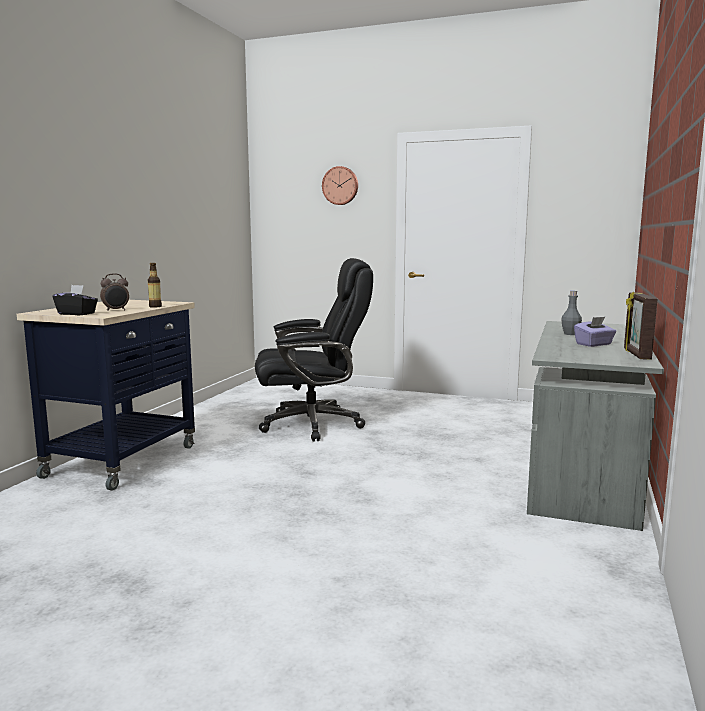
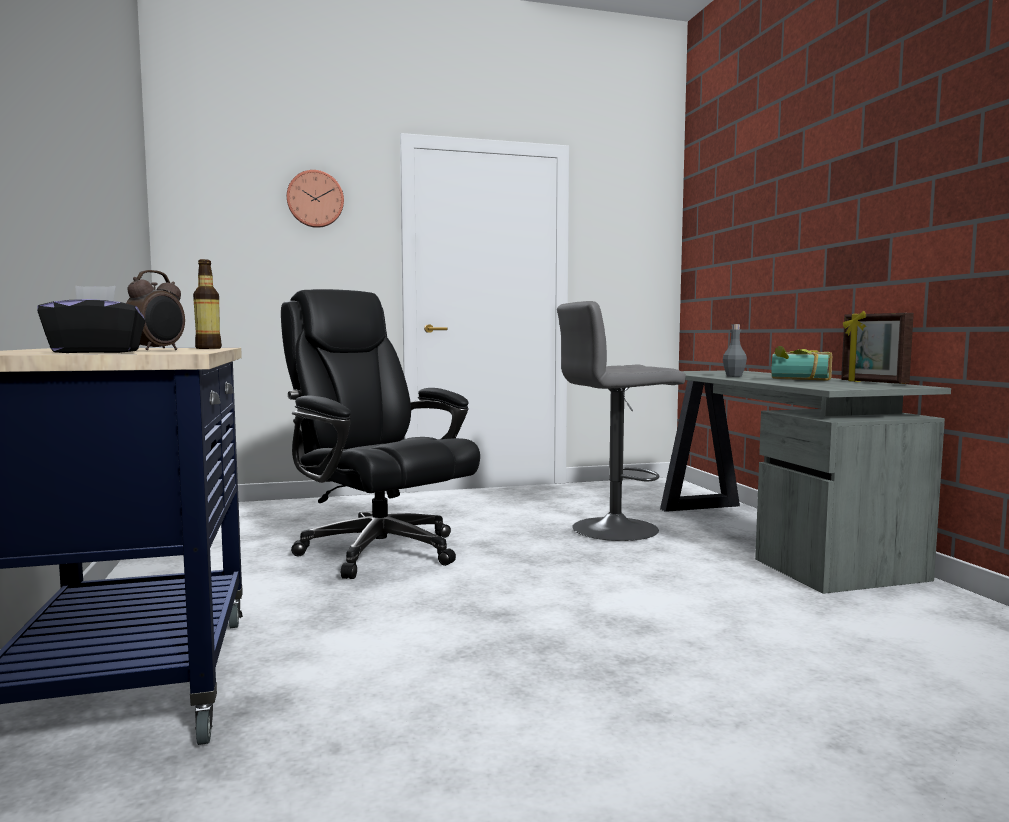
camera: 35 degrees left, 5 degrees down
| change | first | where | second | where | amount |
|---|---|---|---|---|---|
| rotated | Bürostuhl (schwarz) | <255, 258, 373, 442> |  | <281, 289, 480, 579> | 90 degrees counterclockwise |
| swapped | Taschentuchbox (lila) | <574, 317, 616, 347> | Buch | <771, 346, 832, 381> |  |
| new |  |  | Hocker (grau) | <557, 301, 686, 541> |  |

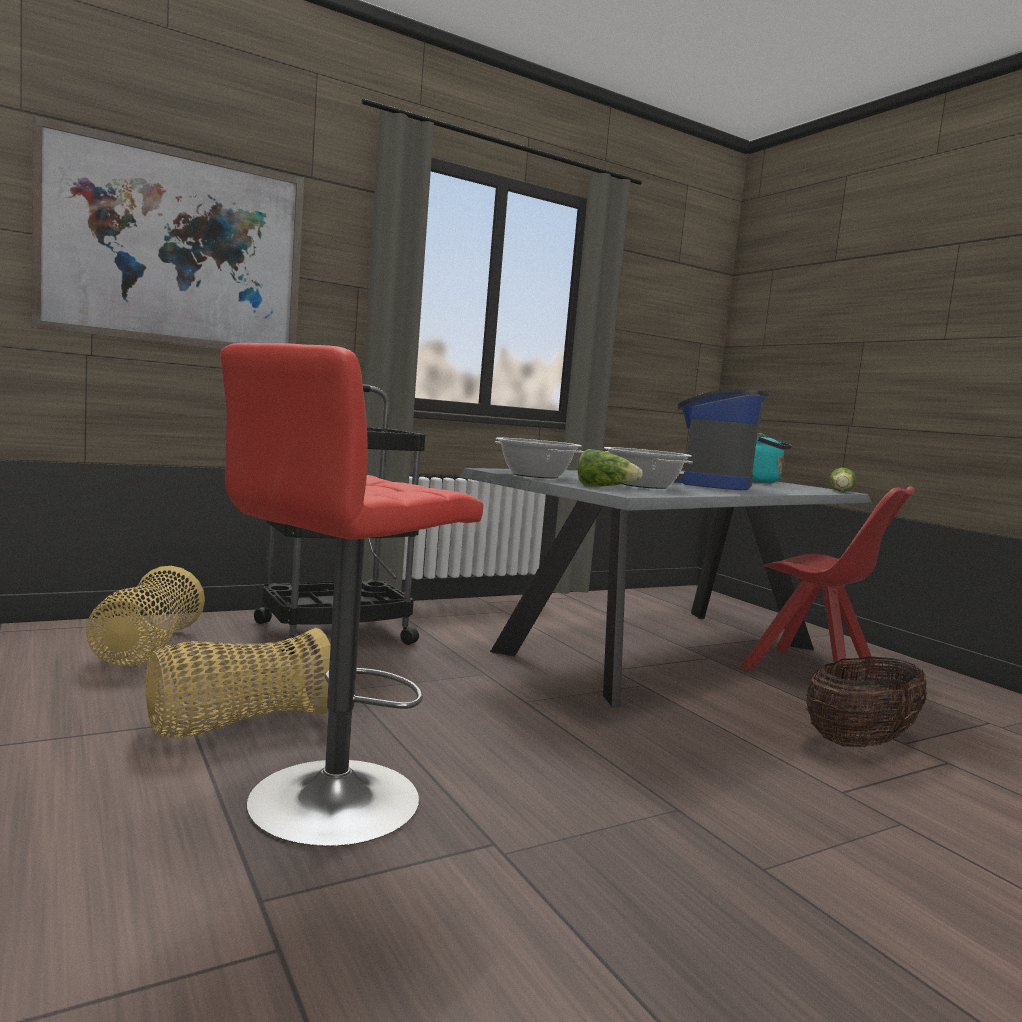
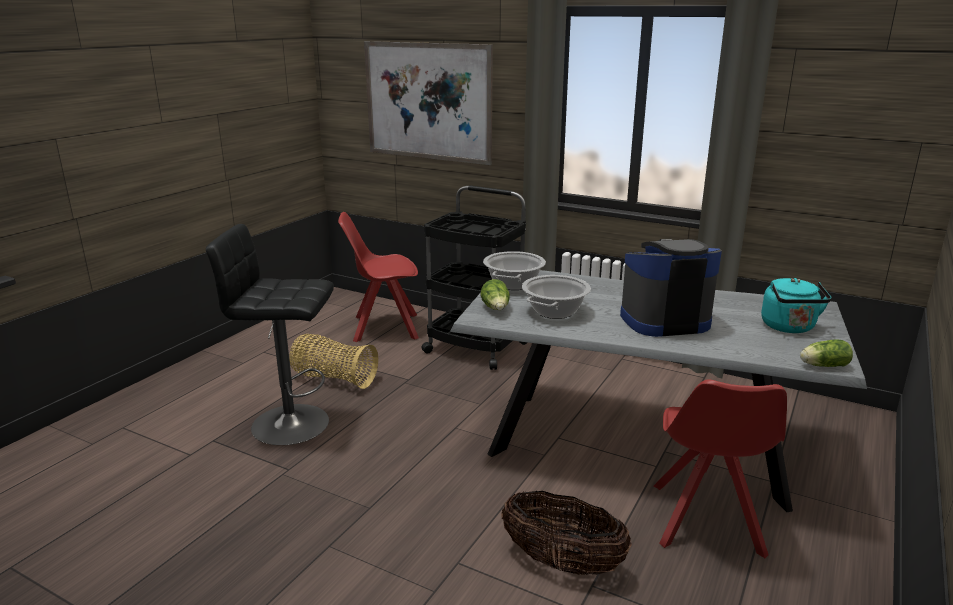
camera: 60 degrees right, 15 degrees up
| change | first | where | second | where | amount |
|---|---|---|---|---|---|
| swapped | Korb | <86, 566, 205, 666> | Stuhl (rot) | <338, 212, 419, 342> |  |
| repainted | Hocker (rot) | <220, 343, 483, 847> | Hocker (schwarz) | <206, 224, 334, 445> |  |

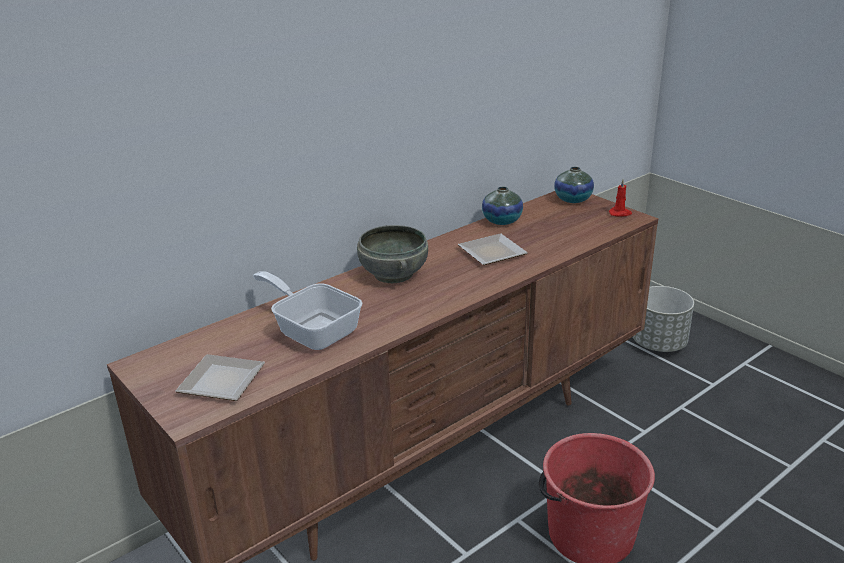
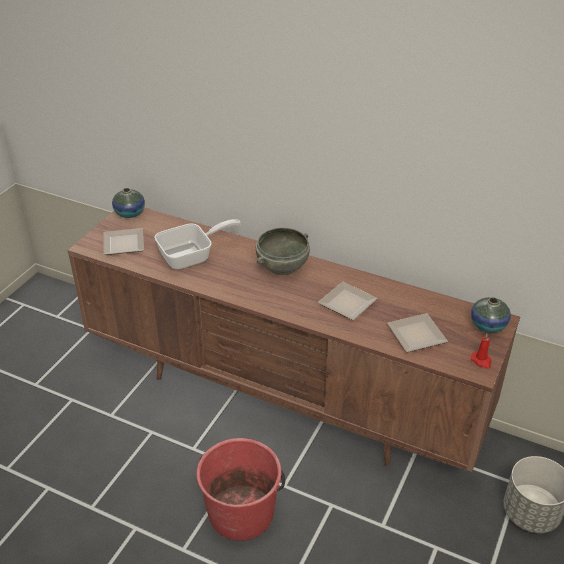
camera: 65 degrees right, 10 degrees up
| change | first | where | second | where | amount |
|---|---|---|---|---|---|
| rotated | Pfanne | <253, 271, 363, 350> |  | <154, 219, 241, 269> | 45 degrees clockwise |
| shifted | Vase | <482, 187, 523, 225> |  | <112, 188, 145, 218> |  |
| new |  |  | Teller | <387, 313, 448, 352> |  |

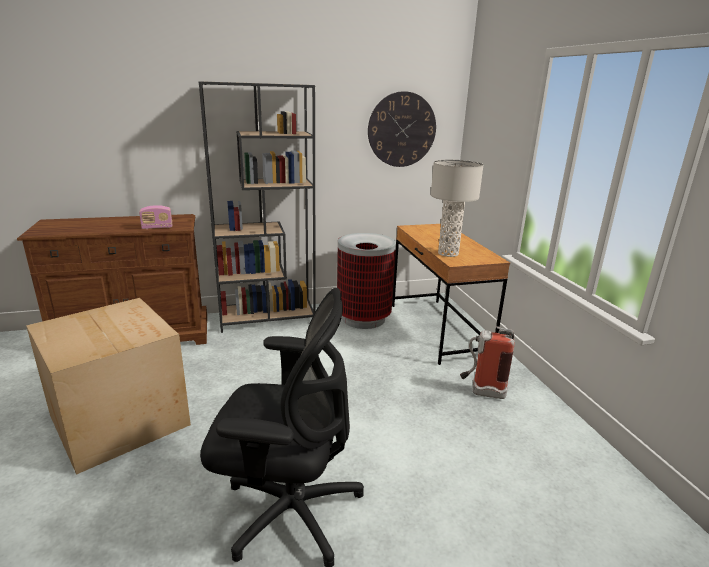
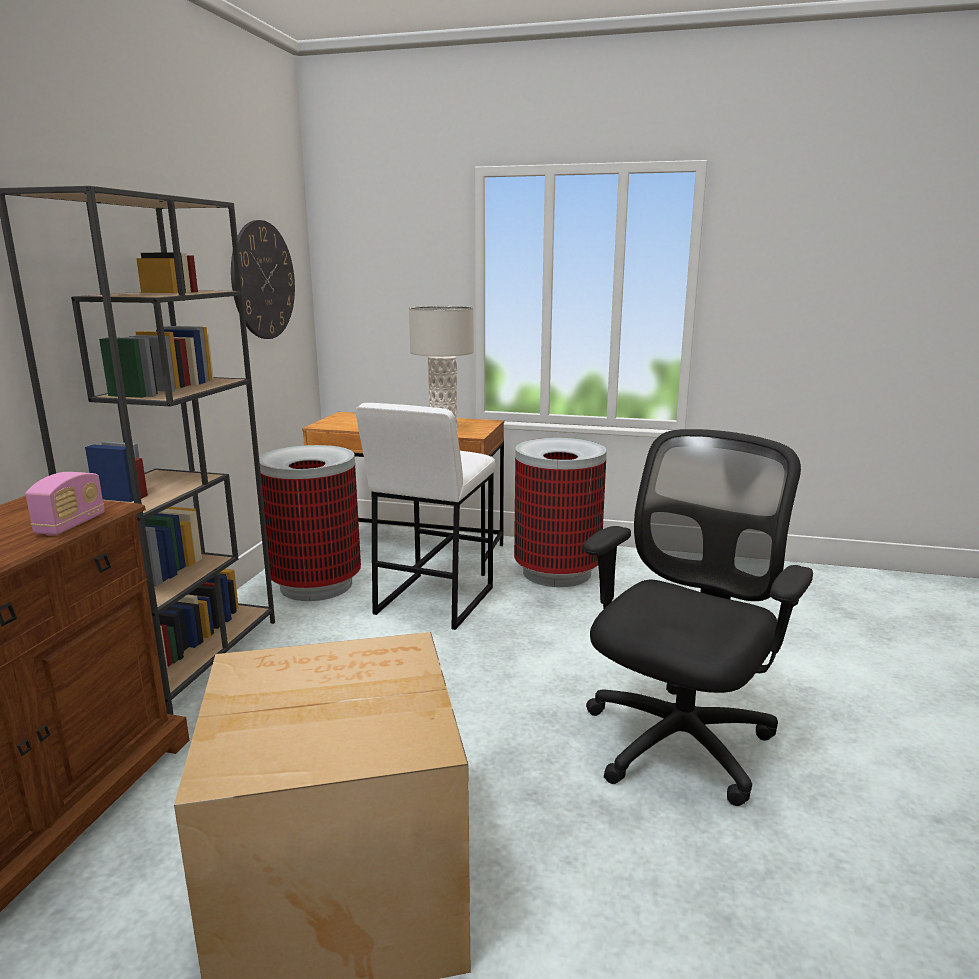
camera: 60 degrees left, 5 degrees down
| change | first | where | second | where | amount |
|---|---|---|---|---|---|
| swapped | Feuerlöscher | <460, 326, 515, 399> | Mülleimer | <514, 438, 607, 587> |  |
| new |  |  | Hocker (weiß) | <356, 403, 495, 630> |  |

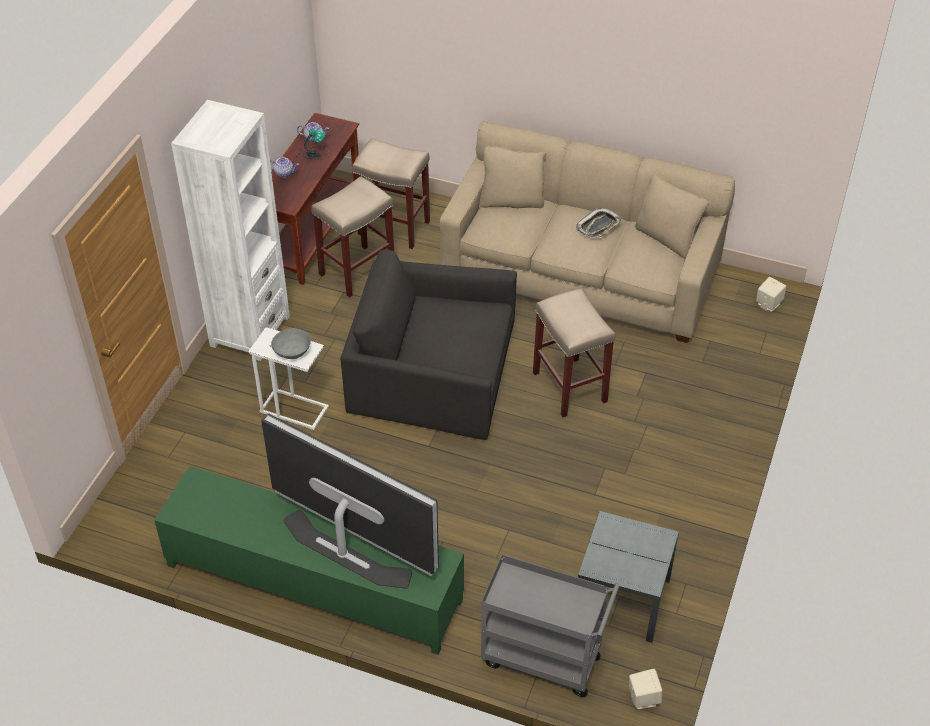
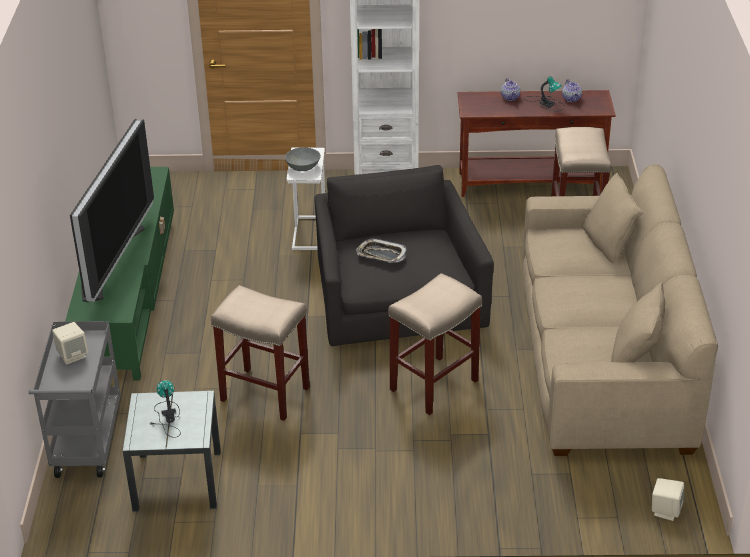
camera: 70 degrees right, 10 degrees down
| change | first | where | second | where | amount |
|---|---|---|---|---|---|
| shifted | Hocker (beige) | <311, 176, 394, 297> |  | <211, 285, 310, 421> |  |
| shifted | Tablett | <576, 208, 621, 238> |  | <356, 239, 406, 263> |  |
| shifted | Lautsprecher (beige) | <629, 669, 662, 709> |  | <52, 322, 88, 365> |  |
| new |  |  | Tischlampe | <151, 380, 181, 438> |  |

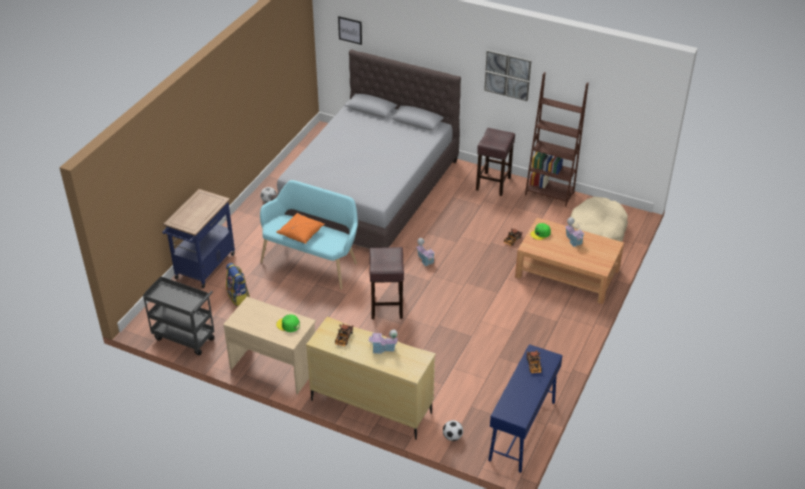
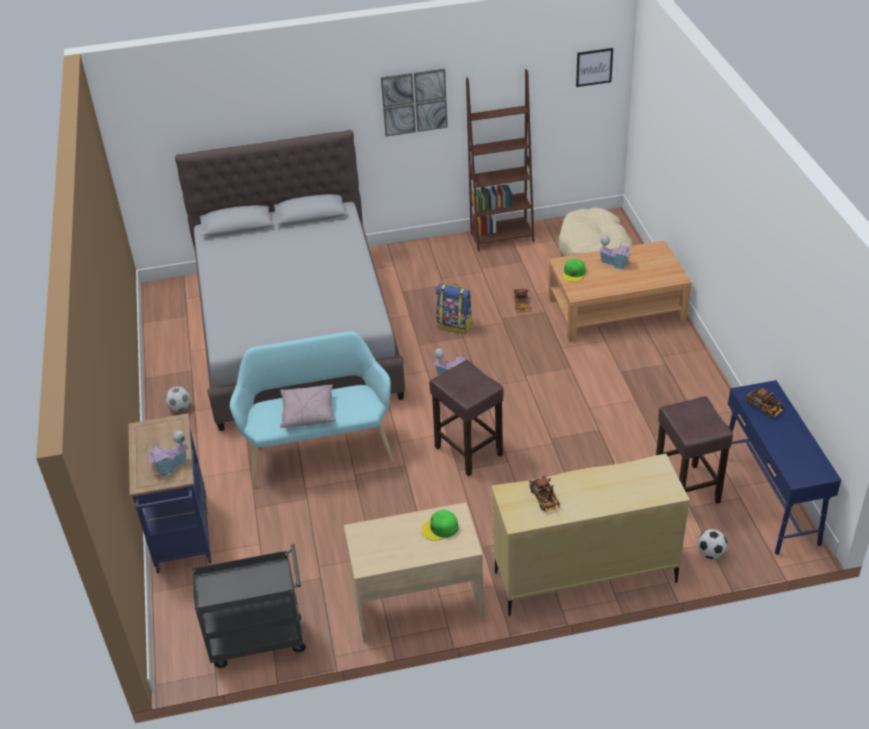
camera: 35 degrees left, 0 degrees up
| change | first | where | second | where | amount |
|---|---|---|---|---|---|
| shifted | Rucksack | <226, 263, 250, 306> |  | <436, 283, 473, 334> |  |
| repainted | Kissen (orange) | <276, 213, 325, 244> | Kissen (lila) | <280, 385, 336, 428> |  |
| shifted | Bild | <338, 16, 362, 45> |  | <576, 48, 613, 87> |  |
| shifted | Spielzeughaus | <368, 329, 398, 354> |  | <146, 431, 188, 477> |  |
| shifted | Hocker (braun) | <476, 128, 515, 196> |  | <656, 396, 733, 504> |  |

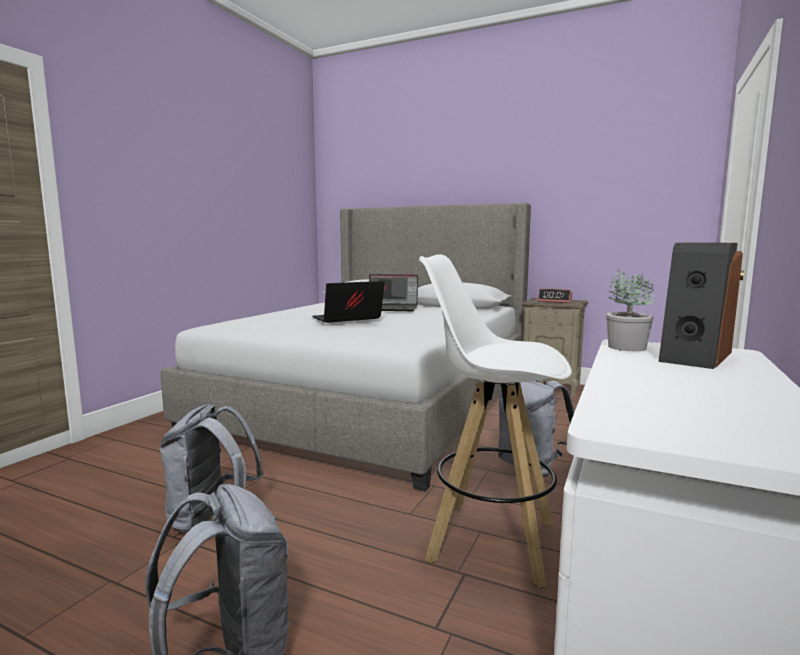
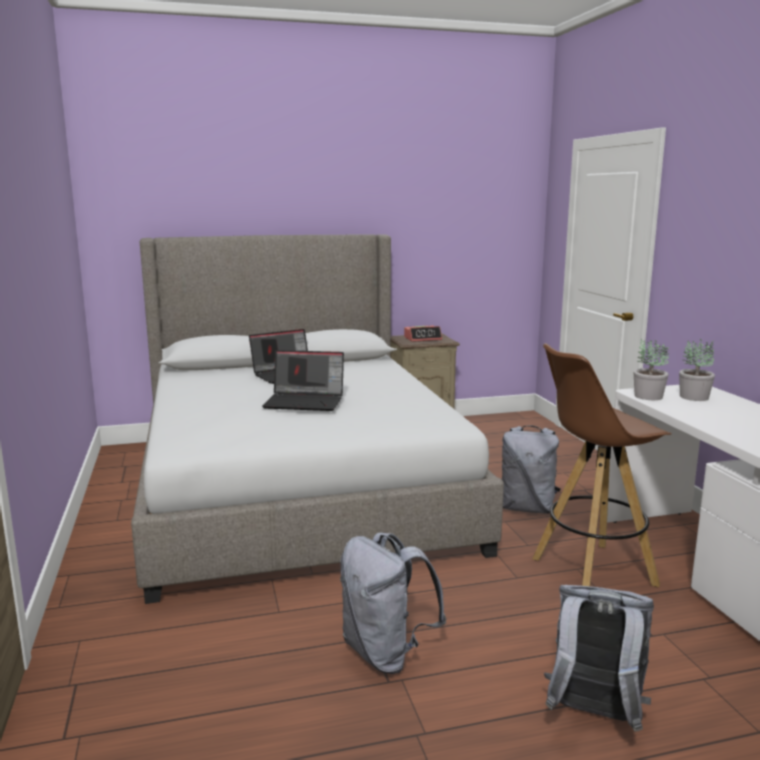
camera: 40 degrees left, 5 degrees up
| change | first | where | second | where | amount |
|---|---|---|---|---|---|
| rotated | Laptop | <312, 281, 385, 323> |  | <262, 350, 344, 411> | 105 degrees counterclockwise |
| repainted | Hocker (weiß) | <419, 255, 572, 588> | Hocker (braun) | <532, 343, 672, 587> |  |
| swapped | Lautsprecher | <658, 243, 743, 369> | Topfpflanze | <679, 339, 715, 401> |  |

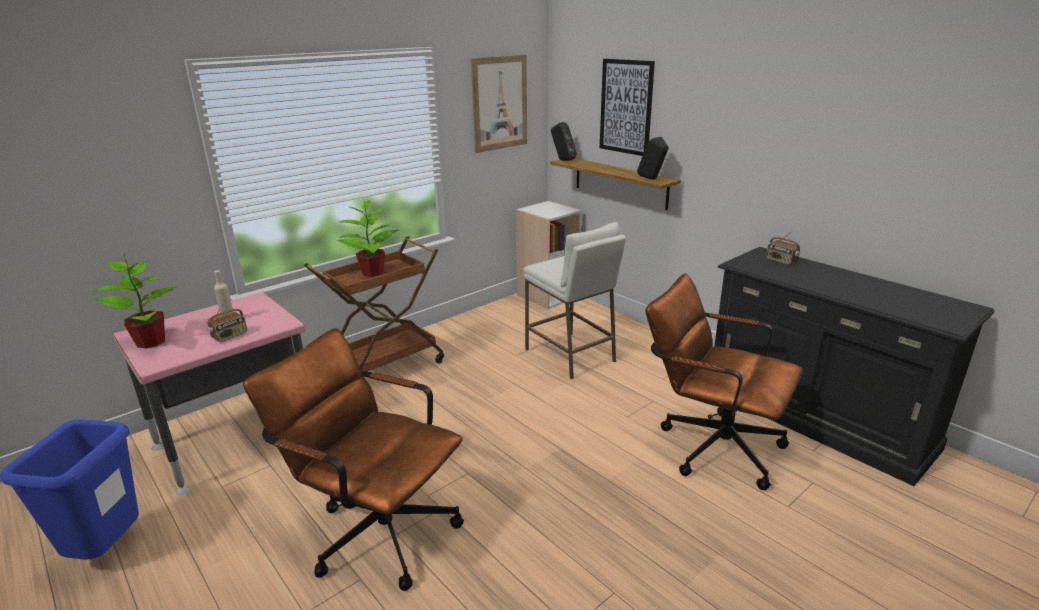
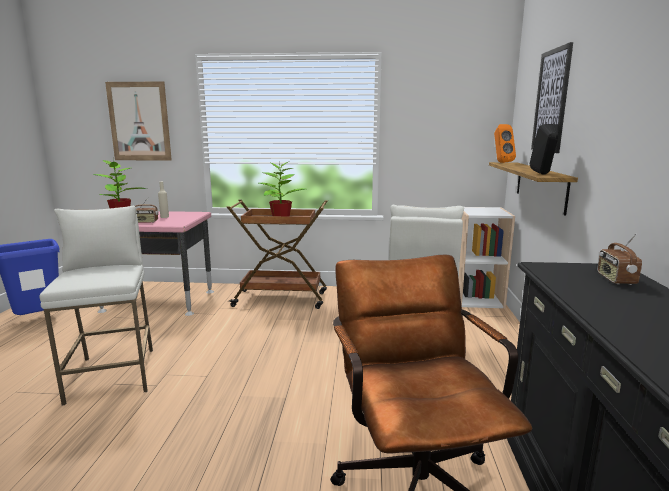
camera: 45 degrees right, 10 degrees down
| change | first | where | second | where | amount |
|---|---|---|---|---|---|
| swapped | Bürostuhl (braun) | <243, 328, 464, 591> | Hocker (weiß) | <40, 205, 153, 405> |  |
| shifted | Bild | <471, 55, 527, 153> |  | <105, 81, 172, 161> |  |
| repainted | Lautsprecher (schwarz) | <551, 122, 577, 161> | Lautsprecher (orange) | <494, 124, 516, 163> |  |

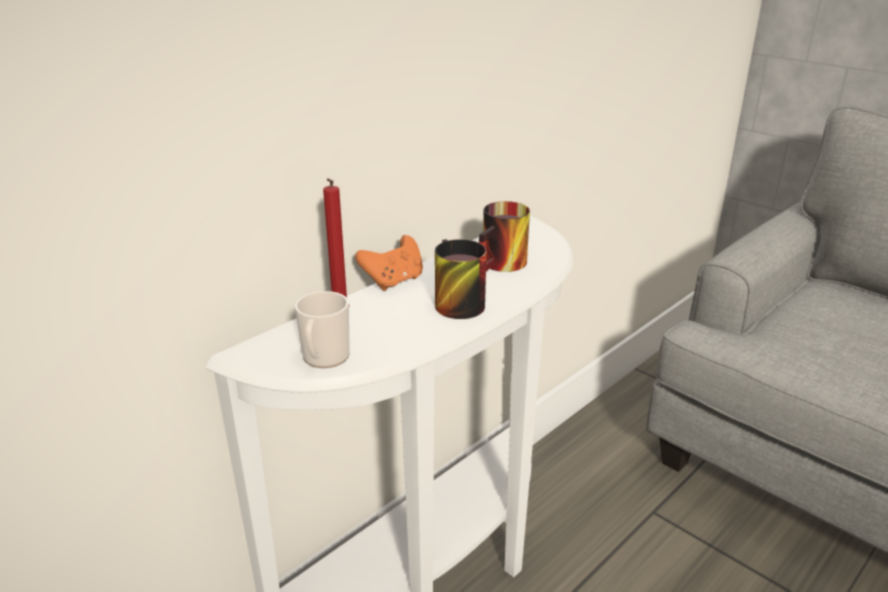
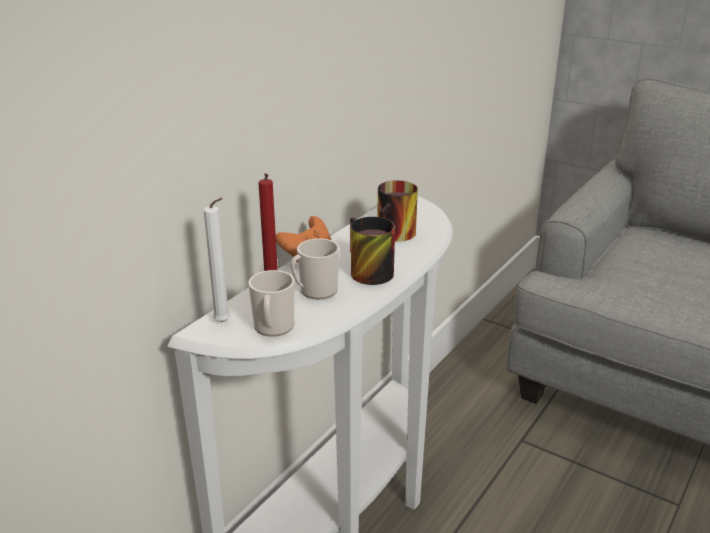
camera: 10 degrees left, 0 degrees up
| change | first | where | second | where | amount |
|---|---|---|---|---|---|
| new |  |  | Kerze (weiß) | <204, 198, 230, 322> |  |
| new |  |  | Henkelbecher | <290, 238, 339, 299> |  |

